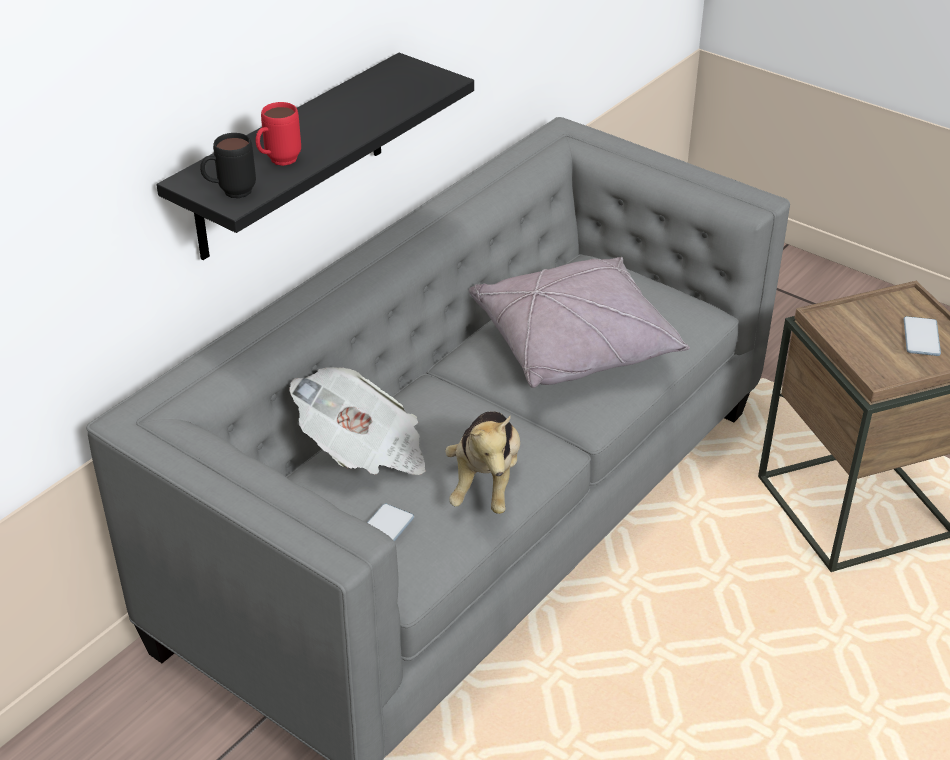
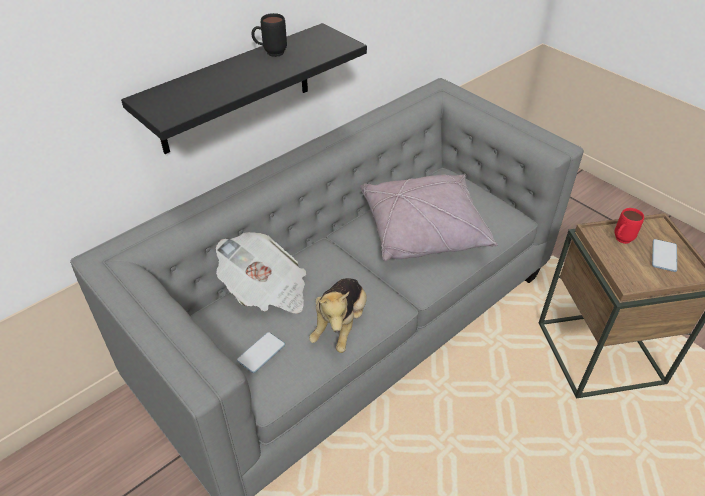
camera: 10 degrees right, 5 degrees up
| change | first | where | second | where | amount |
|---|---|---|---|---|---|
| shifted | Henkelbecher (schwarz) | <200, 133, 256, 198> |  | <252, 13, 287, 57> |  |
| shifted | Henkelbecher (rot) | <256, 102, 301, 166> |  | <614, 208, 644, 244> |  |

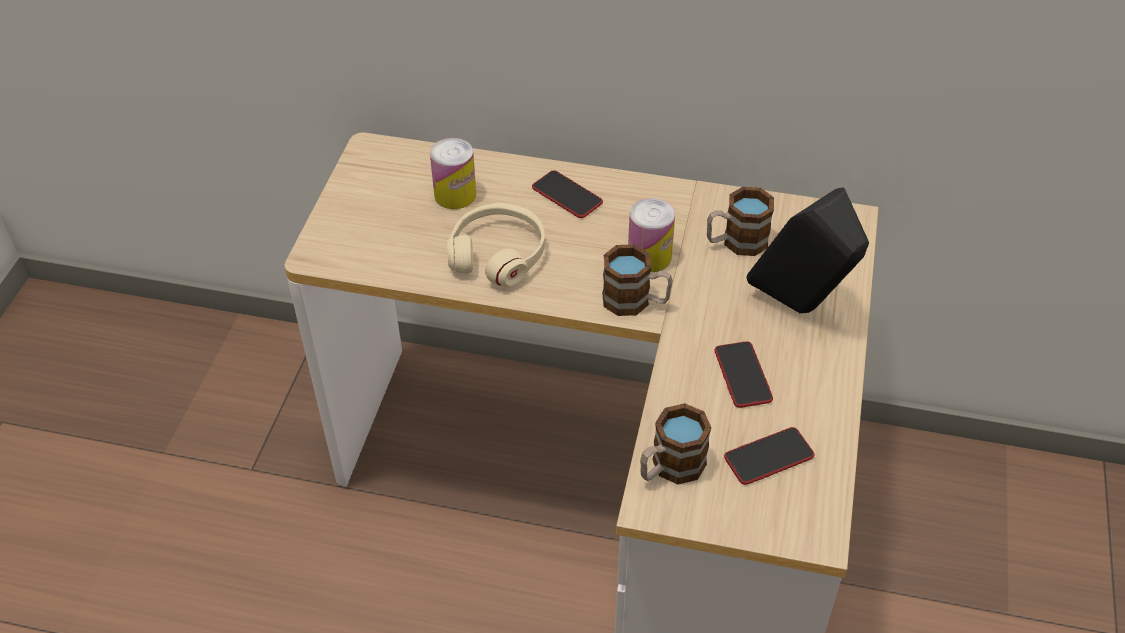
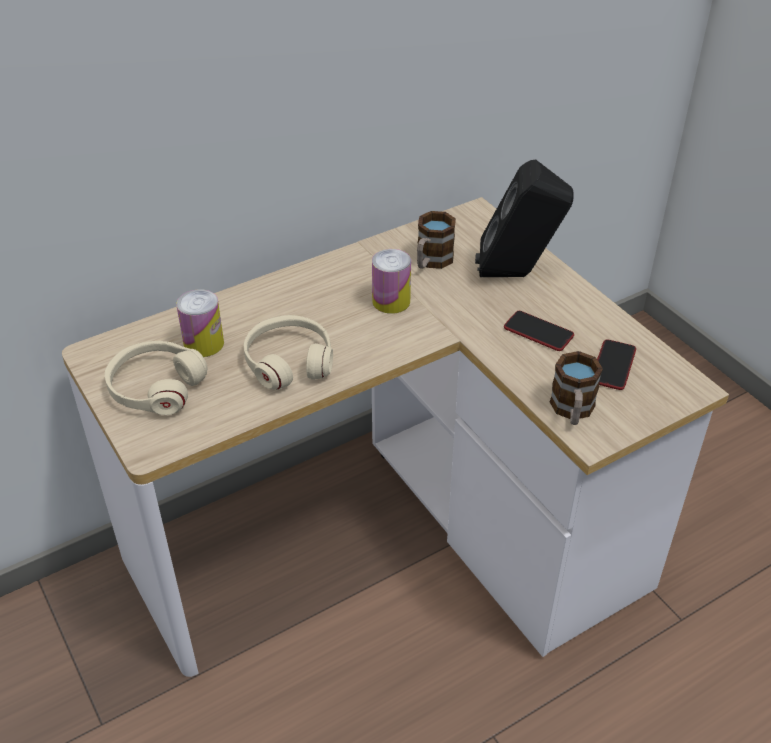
camera: 45 degrees left, 5 degrees down
| change | first | where | second | where | amount |
|---|---|---|---|---|---|
| gone | Handy | <532, 170, 603, 218> |  |  |  |
| gone | Henkelbecher | <602, 244, 673, 316> |  |  |  |
| new |  |  | Kopfhörer (beige) | <105, 341, 207, 415> |  |

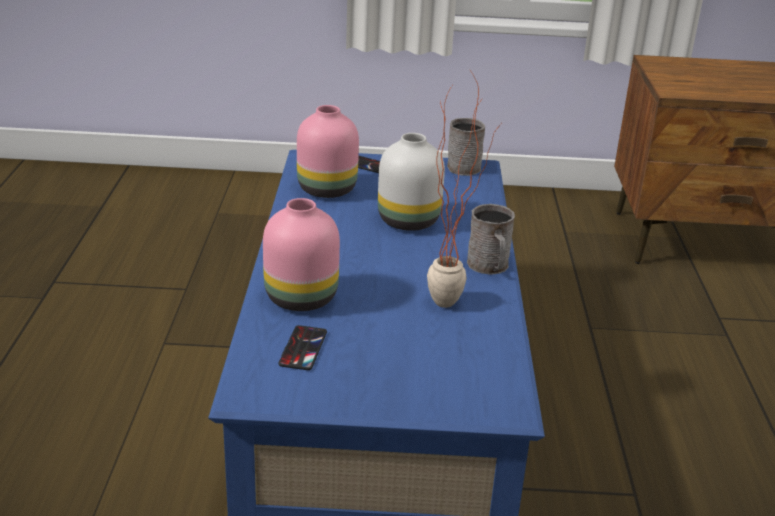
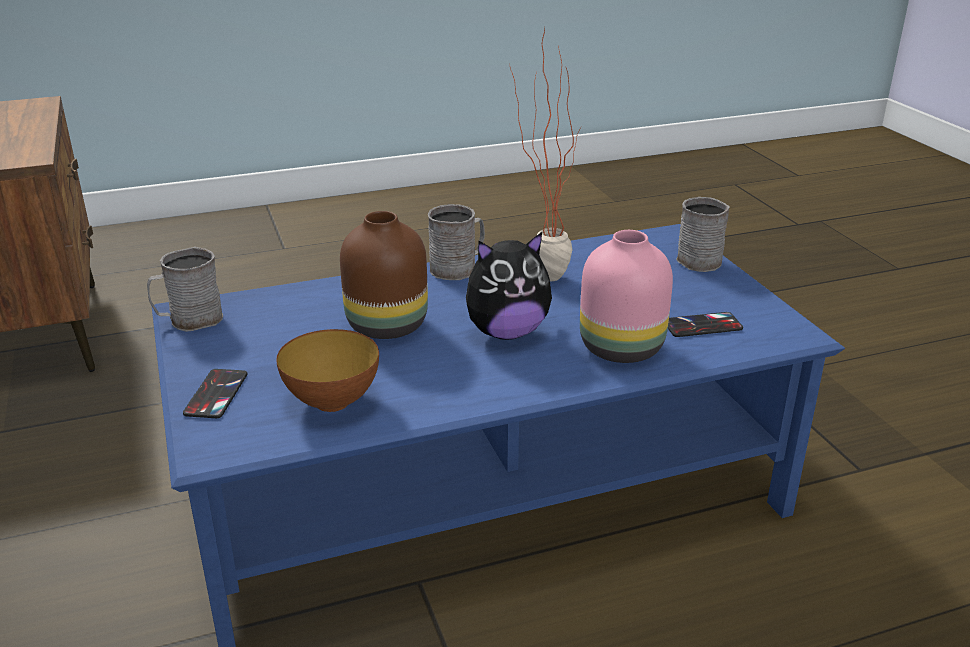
camera: 110 degrees left, 0 degrees up
| change | first | where | second | where | amount |
|---|---|---|---|---|---|
| swapped | Vase (rosa) | <297, 105, 359, 198> | Schüssel | <276, 329, 379, 412> |  |
| repainted | Vase (weiß) | <378, 133, 445, 231> | Vase (braun) | <340, 211, 428, 339> |  |
| new |  |  | Plüschtier | <466, 232, 552, 340> |  |
| new |  |  | Henkelbecher (grau) | <676, 197, 730, 272> |  |

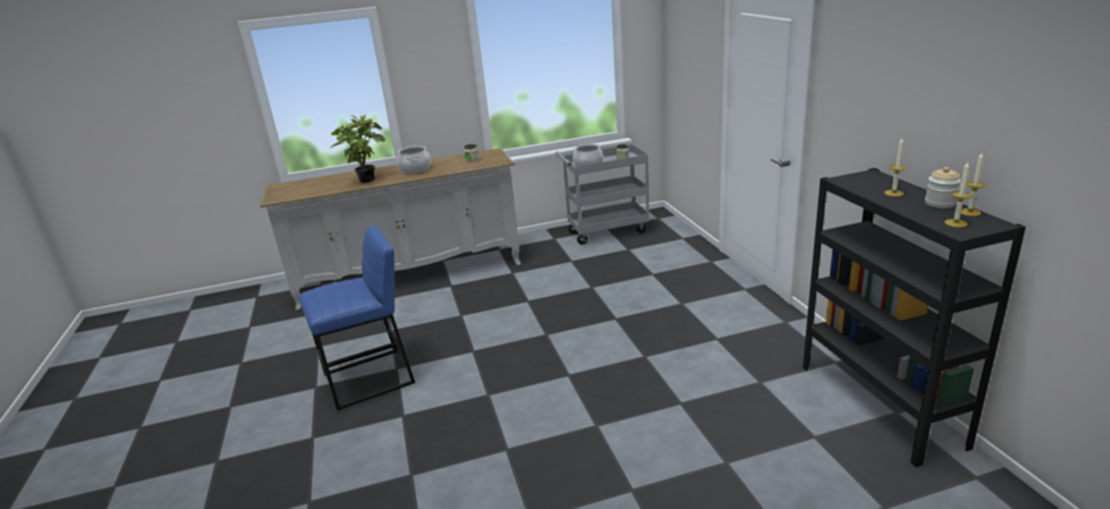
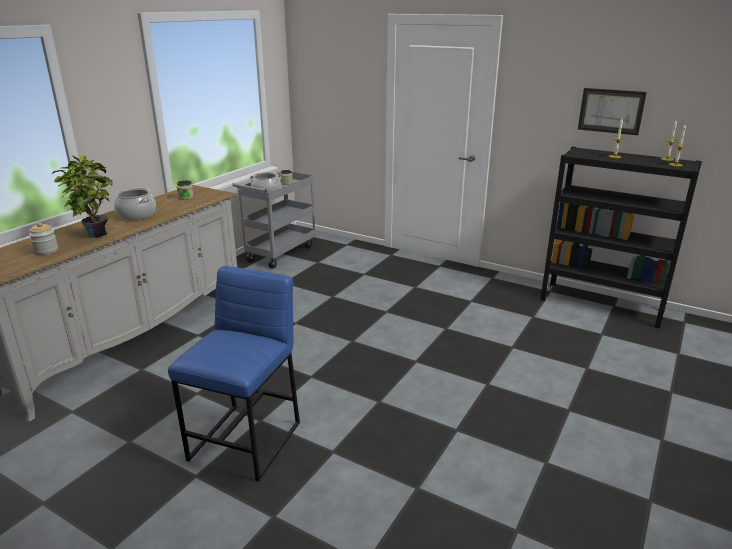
camera: 45 degrees left, 0 degrees up
| change | first | where | second | where | amount |
|---|---|---|---|---|---|
| shifted | Vorratsglas | <925, 167, 961, 208> |  | <29, 223, 58, 255> |  |
| new |  |  | Bild | <578, 88, 647, 135> |  |

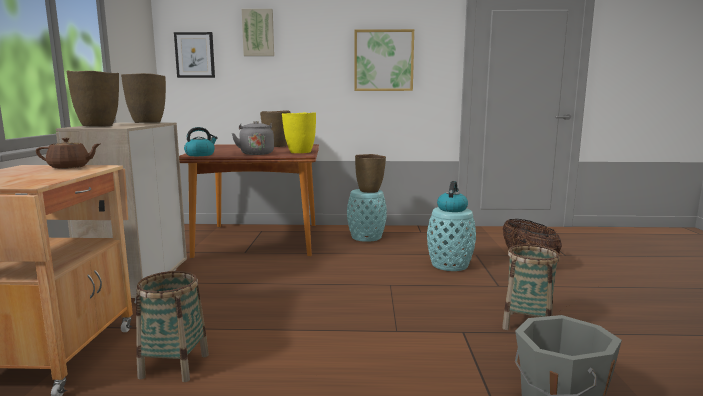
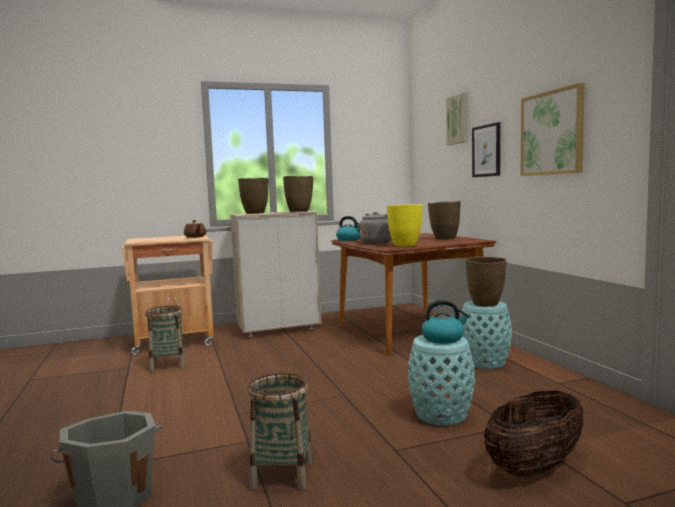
camera: 70 degrees right, 5 degrees down
| change | first | where | second | where | amount |
|---|---|---|---|---|---|
| shifted | Bild | <174, 32, 215, 78> |  | <472, 122, 500, 177> |  |

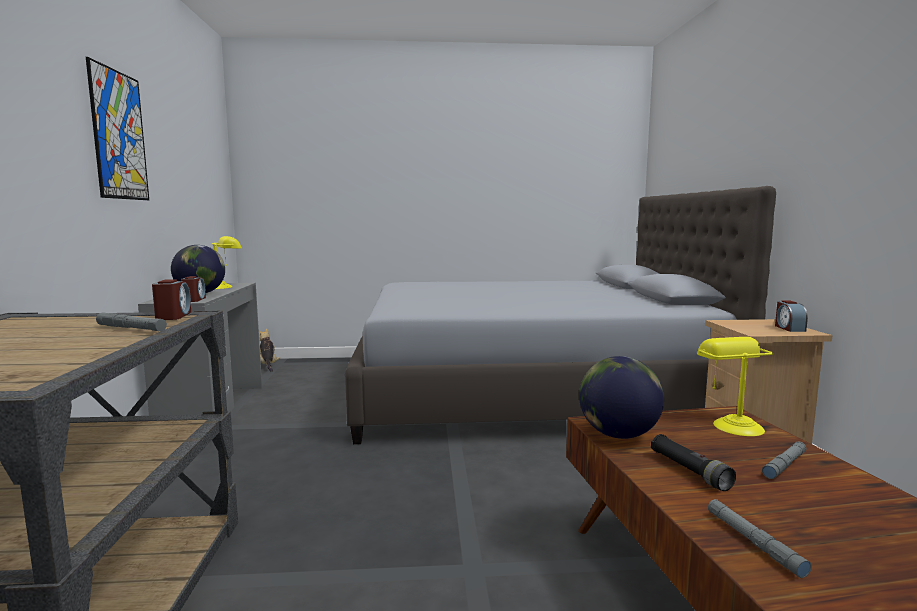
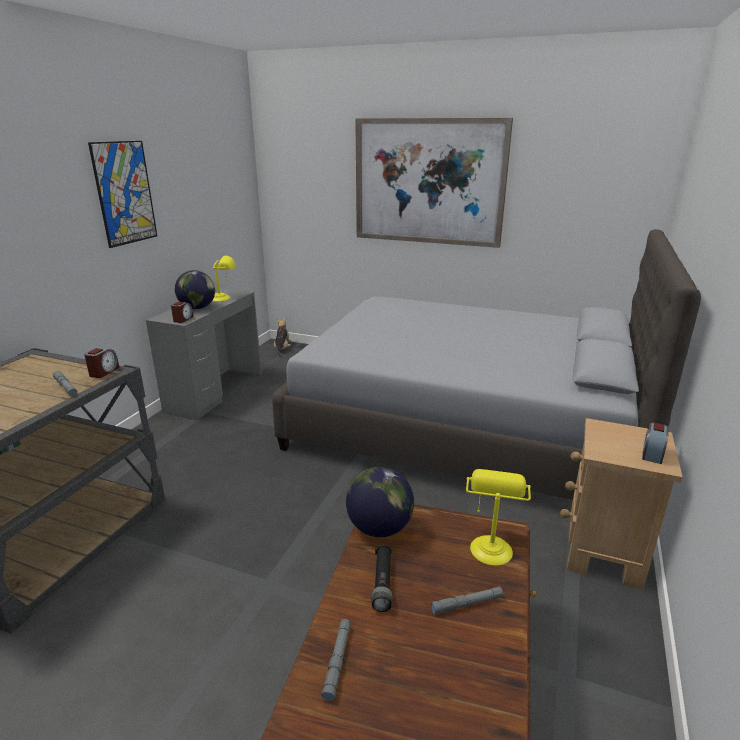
camera: 25 degrees right, 15 degrees up
| change | first | where | second | where | amount |
|---|---|---|---|---|---|
| new |  |  | Bild | <355, 118, 513, 248> |  |

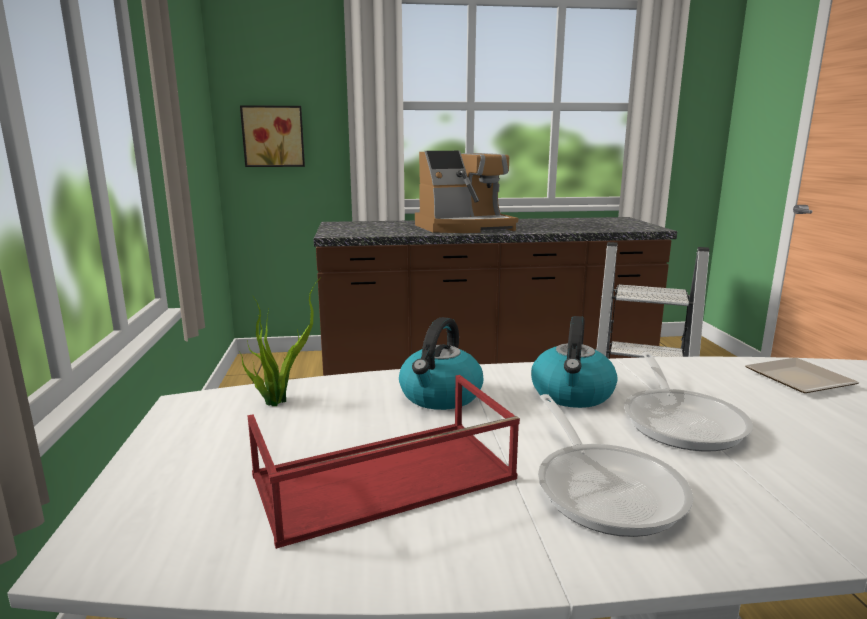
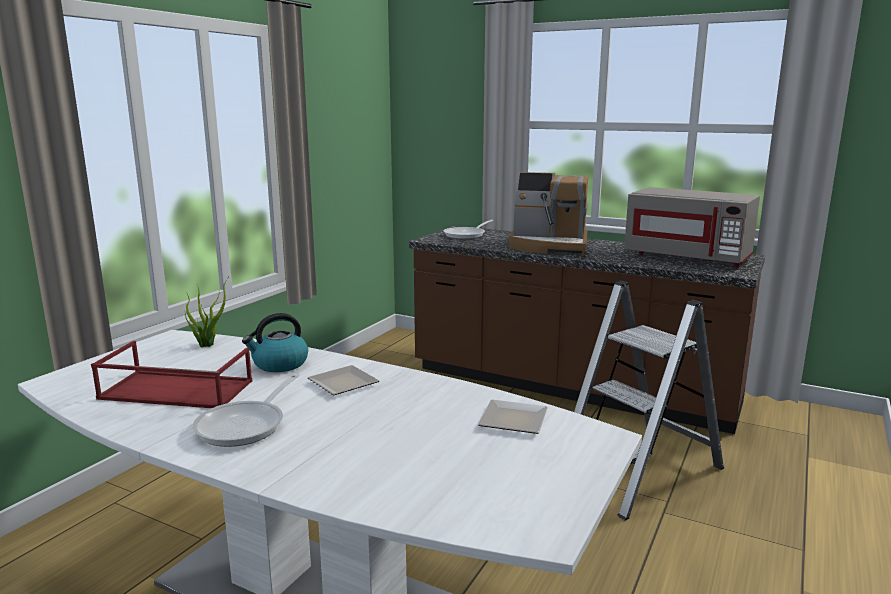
camera: 35 degrees right, 0 degrees up
| change | first | where | second | where | amount |
|---|---|---|---|---|---|
| gone | Bild | <240, 105, 305, 167> |  |  |  |
| swapped | Wasserkessel | <531, 316, 618, 408> | Teller | <307, 365, 380, 395> |  |
| shifted | Pfanne | <624, 352, 753, 452> |  | <443, 220, 493, 239> |  |
| new |  |  | Mikrowelle (grau) | <624, 187, 760, 267> |  |

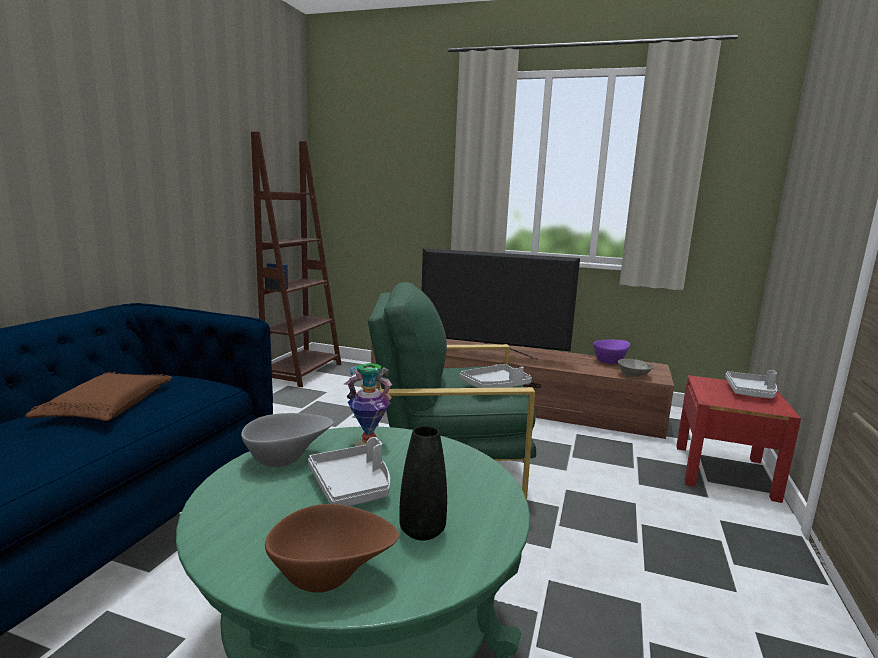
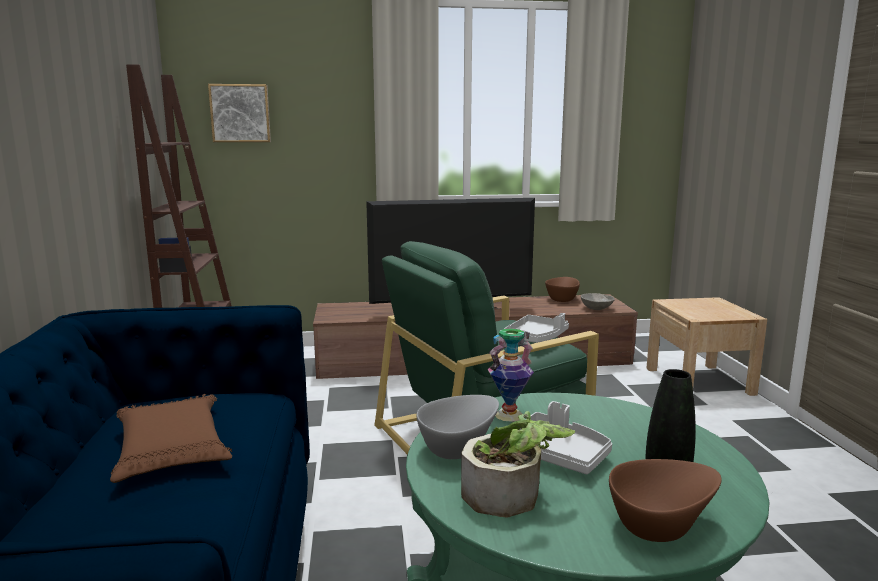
camera: 25 degrees left, 0 degrees up
| change | first | where | second | where | amount |
|---|---|---|---|---|---|
| repainted | Schüssel (lila) | <594, 340, 630, 364> | Schüssel (braun) | <545, 277, 580, 302> |  |
| repainted | Nachttisch (rot) | <676, 375, 801, 503> | Nachttisch (beige) | <646, 297, 767, 396> |  |
| gone | Tablett (grau) | <725, 370, 777, 399> |  |  |  |
| new |  |  | Bild | <208, 84, 271, 142> |  |
| new |  |  | Topfpflanze | <461, 411, 575, 517> |  |

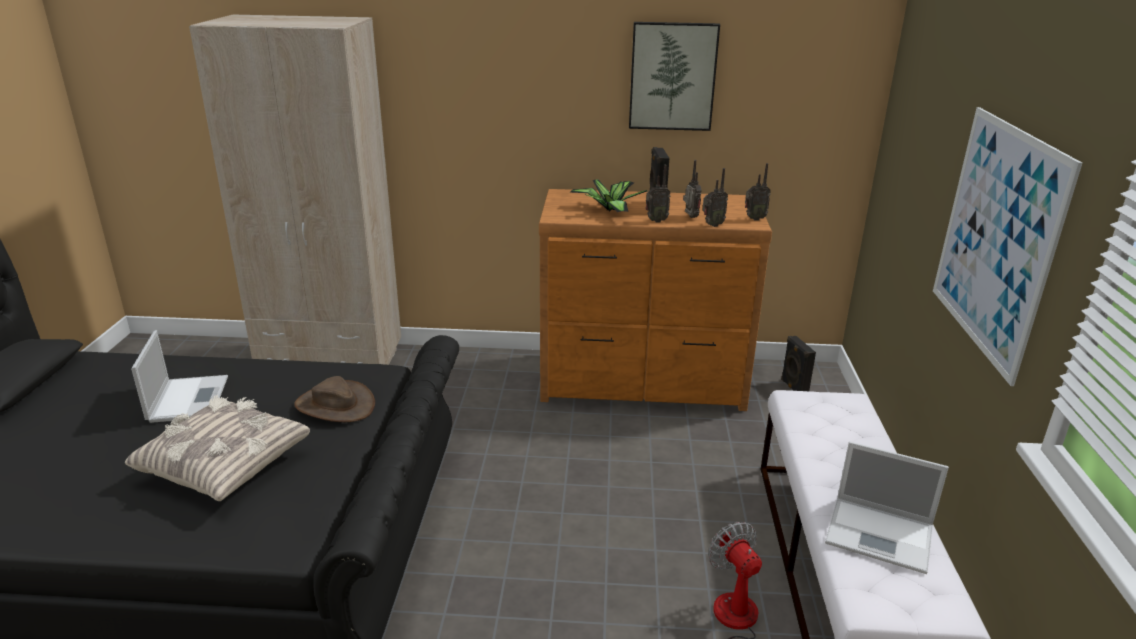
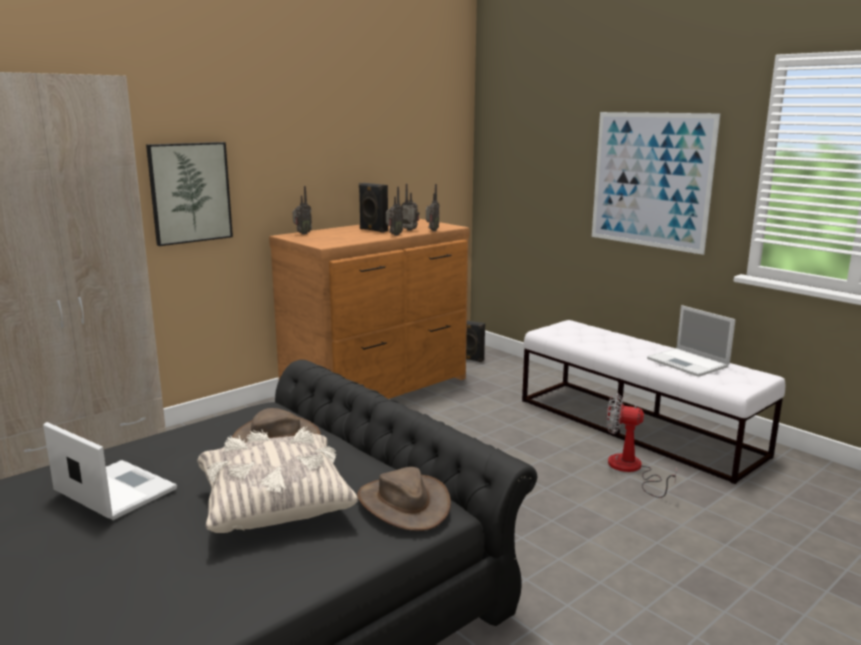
camera: 45 degrees left, 10 degrees down
| change | first | where | second | where | amount |
|---|---|---|---|---|---|
| gone | Topfpflanze | <569, 179, 647, 212> |  |  |  |
| shifted | Bild | <629, 22, 720, 131> |  | <146, 142, 233, 246> |  |
| shifted | Radio | <745, 163, 771, 221> |  | <293, 186, 312, 235> |  |
| rotated | Laptop | <825, 441, 949, 574> |  | <647, 305, 735, 377> | 75 degrees clockwise |
| new |  |  | Hut (braun) | <357, 467, 451, 531> |  |

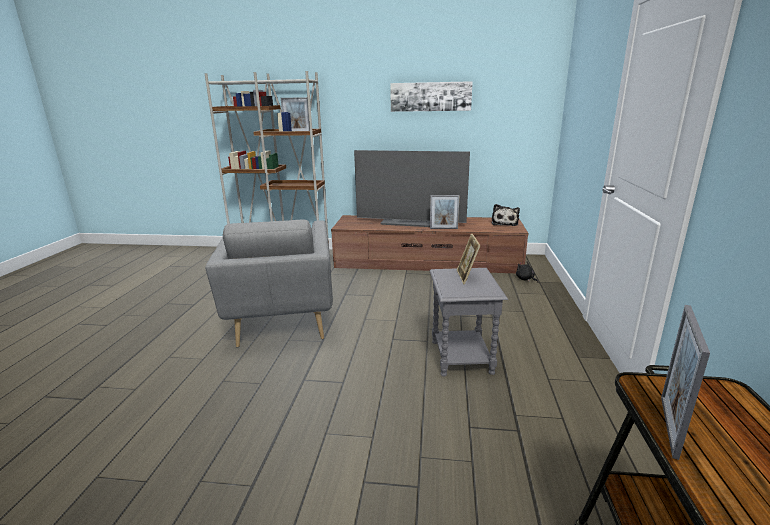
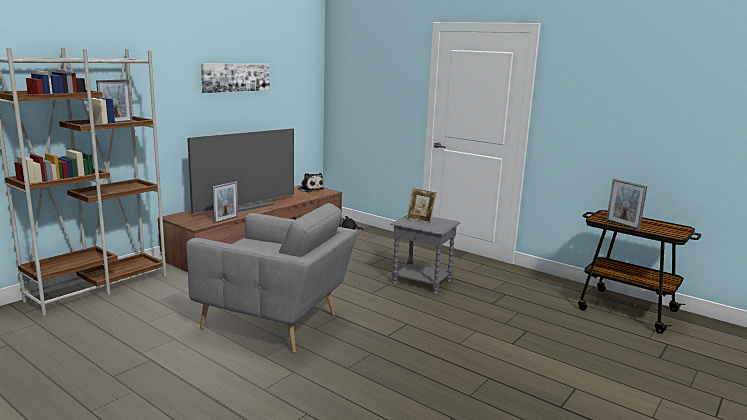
camera: 60 degrees left, 5 degrees down
| change | first | where | second | where | amount |
|---|---|---|---|---|---|
| shifted | Bilderrahmen | <430, 195, 460, 229> |  | <212, 181, 238, 224> |  |

